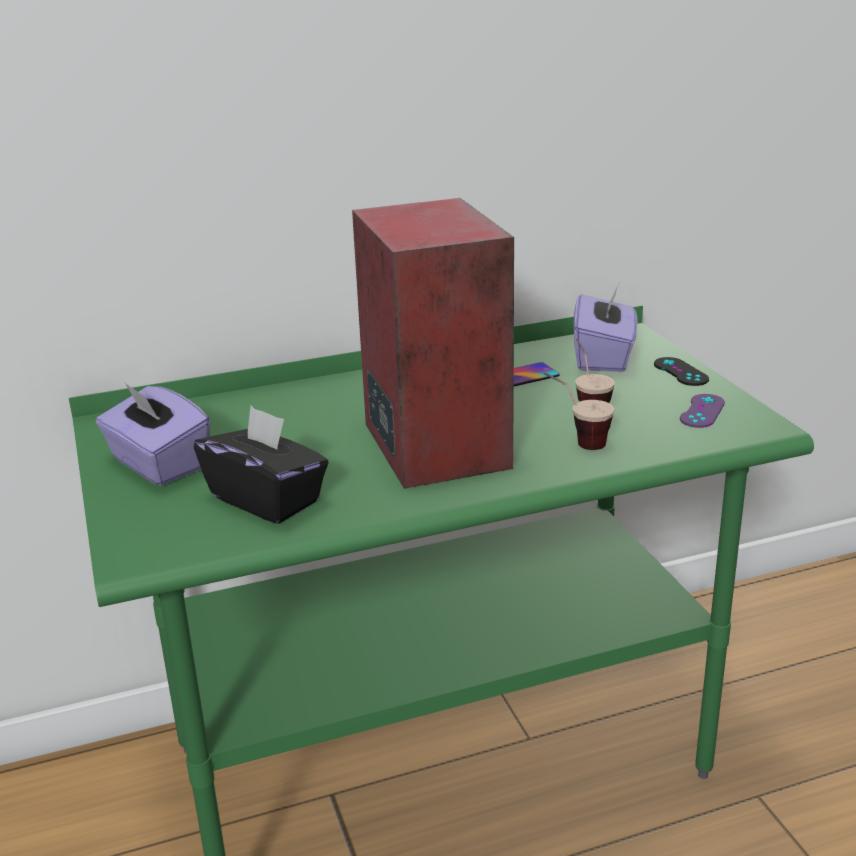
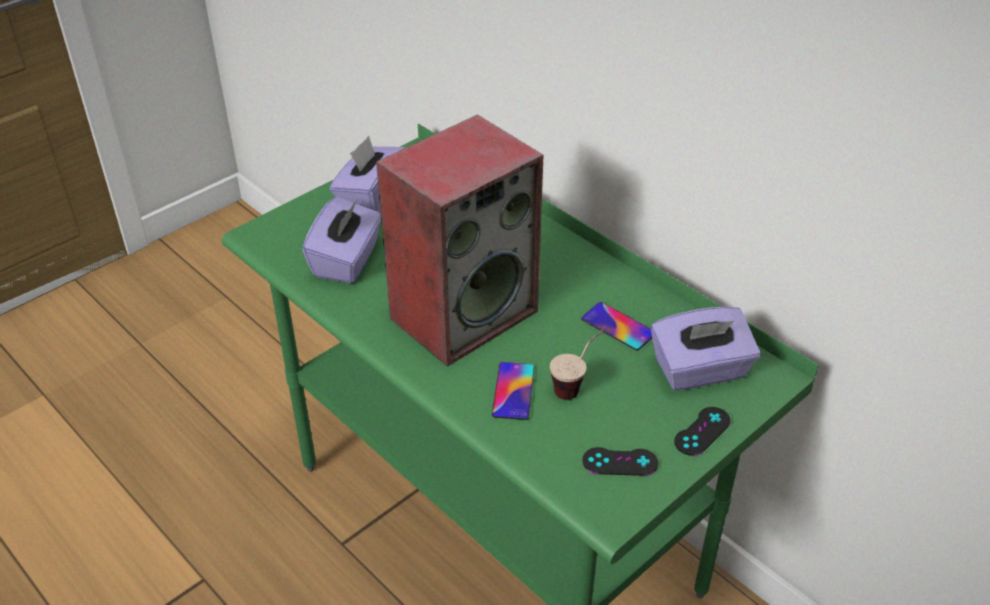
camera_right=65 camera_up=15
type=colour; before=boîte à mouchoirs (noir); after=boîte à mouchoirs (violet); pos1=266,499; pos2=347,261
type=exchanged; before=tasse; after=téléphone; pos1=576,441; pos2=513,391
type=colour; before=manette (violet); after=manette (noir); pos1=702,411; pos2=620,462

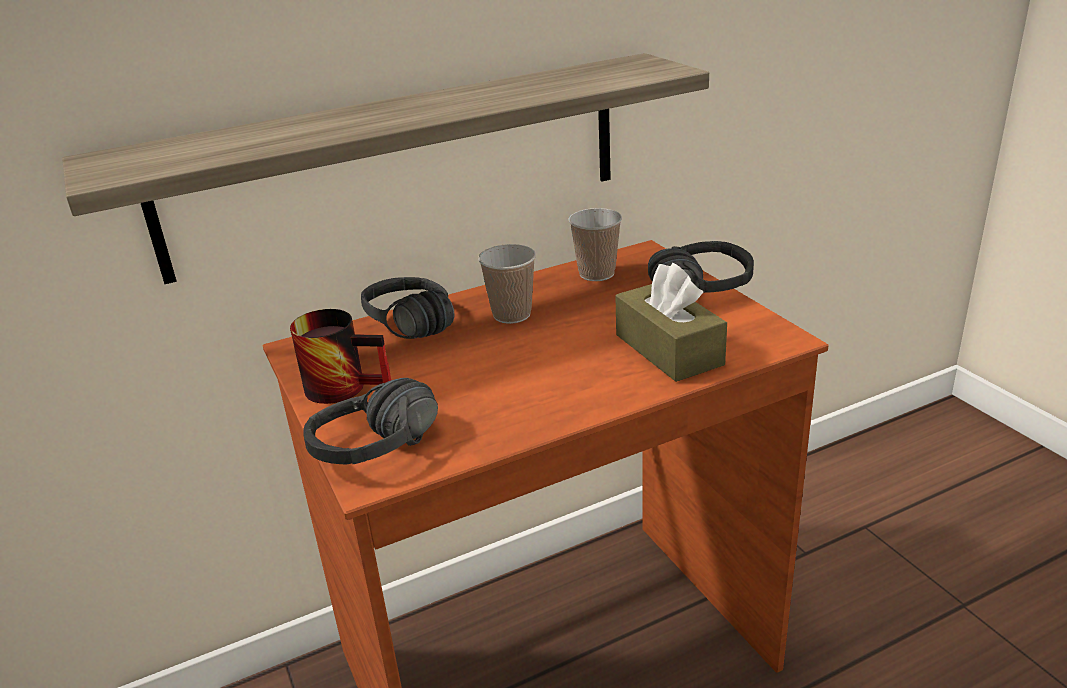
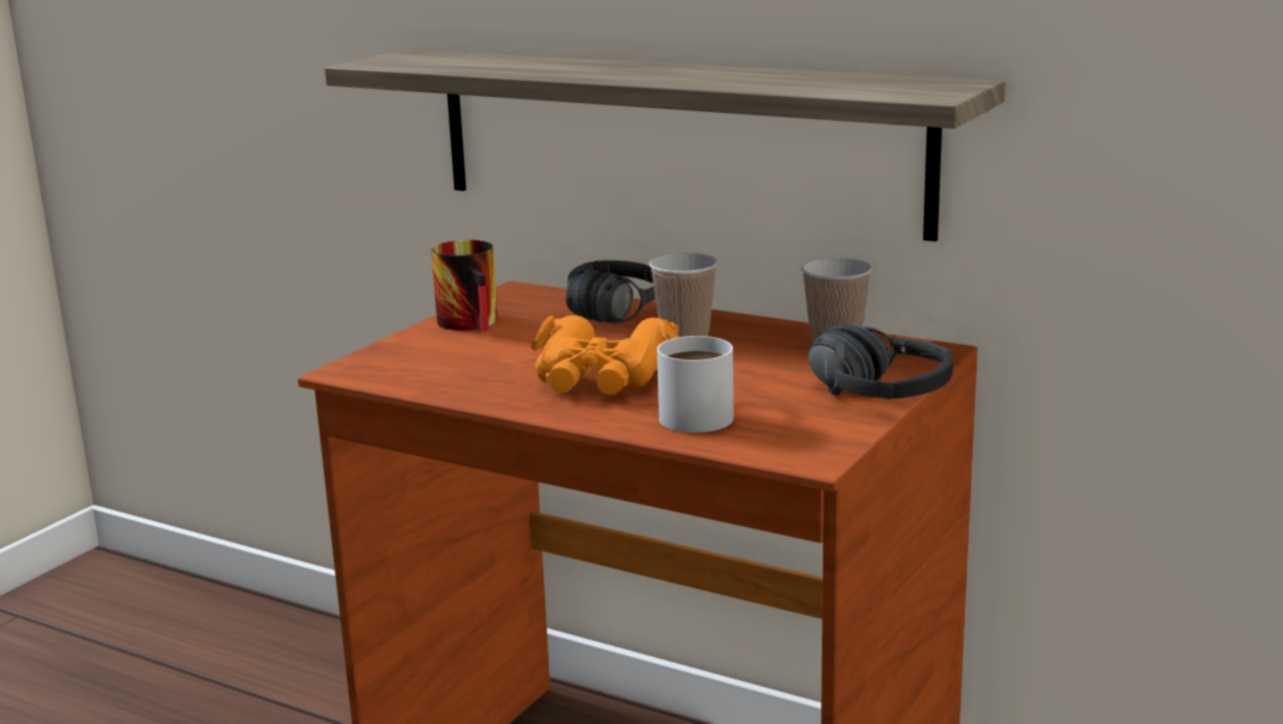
camera_right=55 camera_up=-10
type=missing; before=casque audio (noir); pos1=387,455
type=exchanged; before=boîte à mouchoirs (marron); after=mug (blanc); pos1=668,350; pos2=703,413
type=appeared; after=jumelles (orange); pos2=602,377

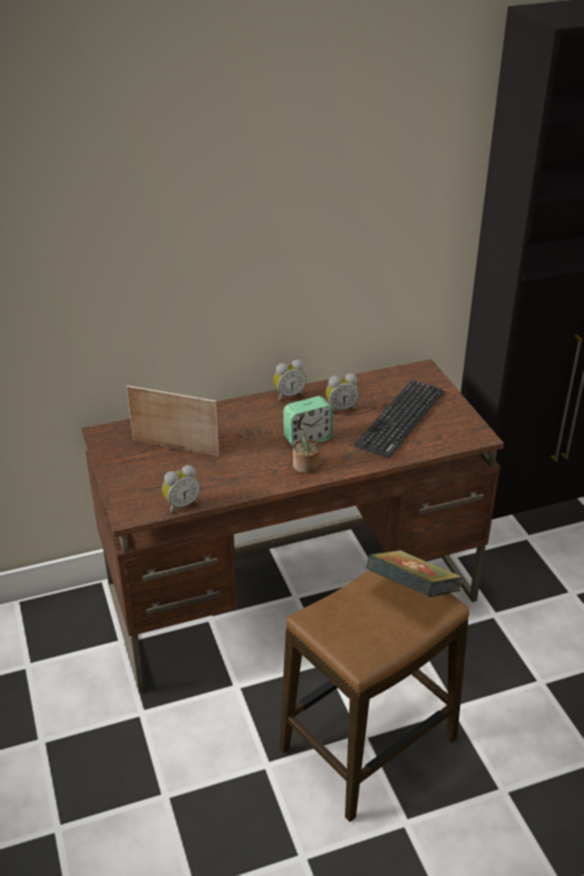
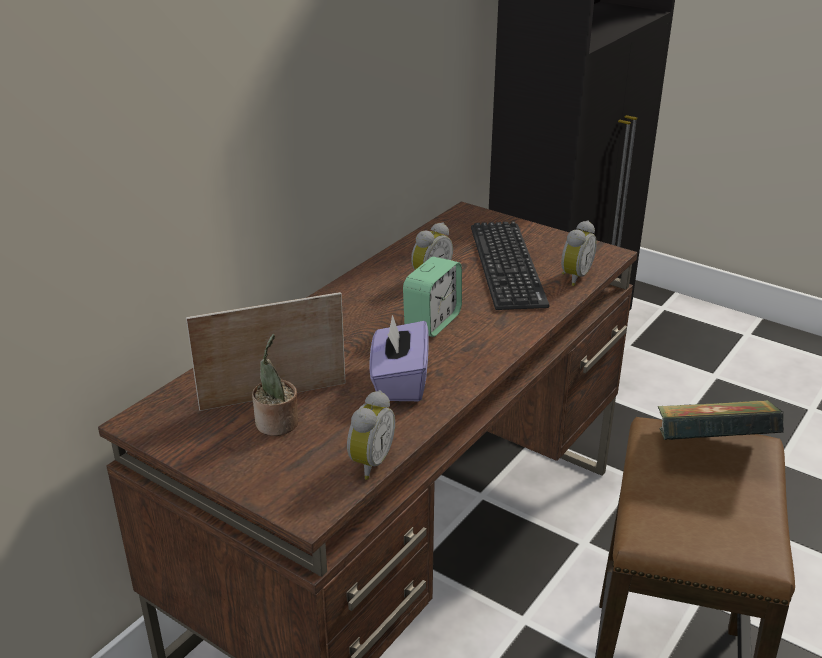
camera_right=-35 camera_up=-5
type=relocated; before=réveil; pos1=289,395; pos2=573,277
type=relocated; before=plante en pot; pos1=305,466; pos2=277,424
type=appeared; after=boîte à mouchoirs (violet); pos2=399,382

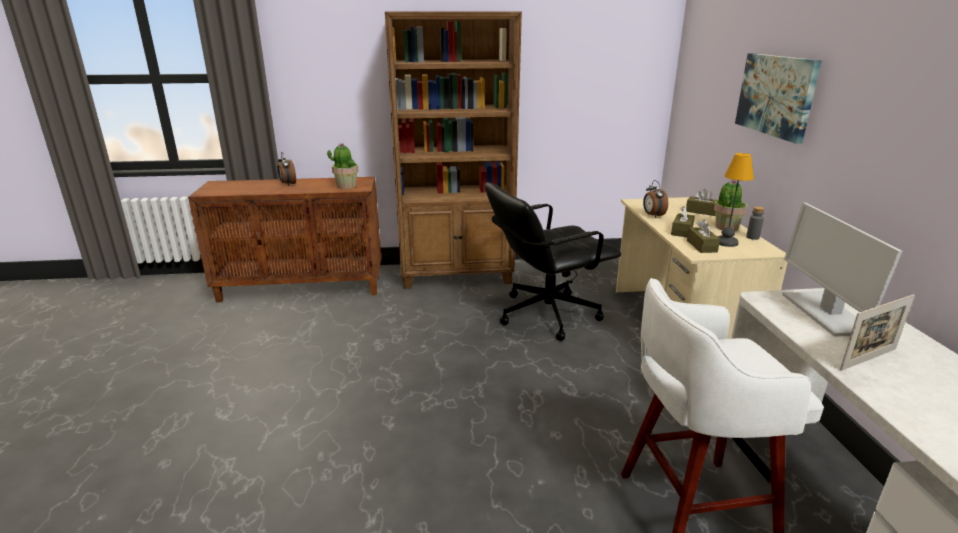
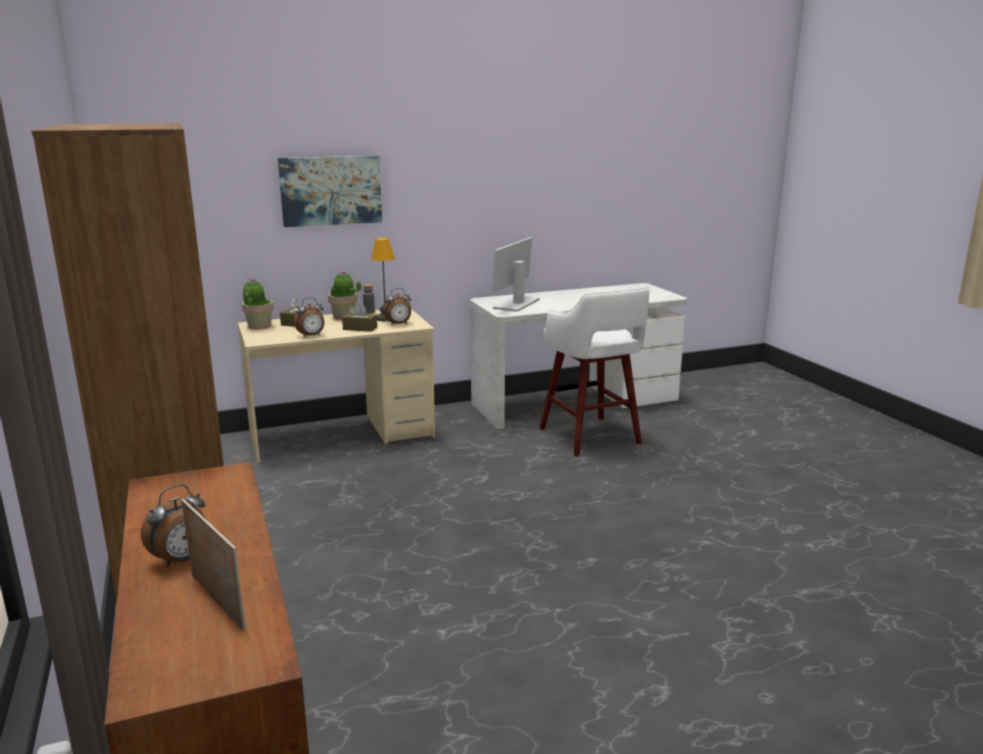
camera_right=-105 camera_up=-5
type=relocated; before=plante en pot; pos1=346,186; pos2=259,326
type=missing; before=chaise de bureau (noir); pos1=546,314
type=exchanged; before=boîte à mouchoirs (marron); after=réveil; pos1=701,246; pos2=398,324
type=spun; before=écran d'ordinateur; pos1=824,313; pos2=516,304; turn=135
type=relocated; before=cadre photo; pos1=868,359; pos2=217,601

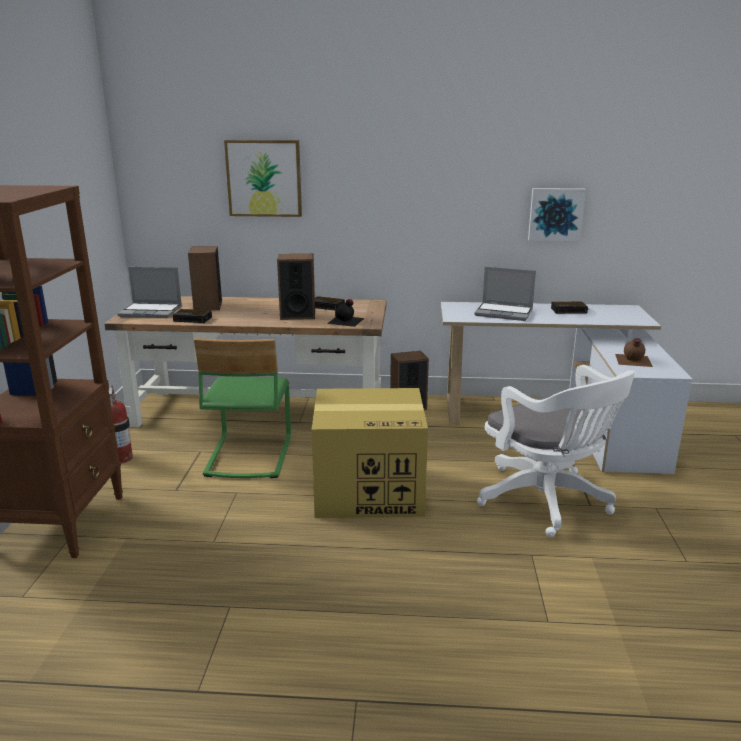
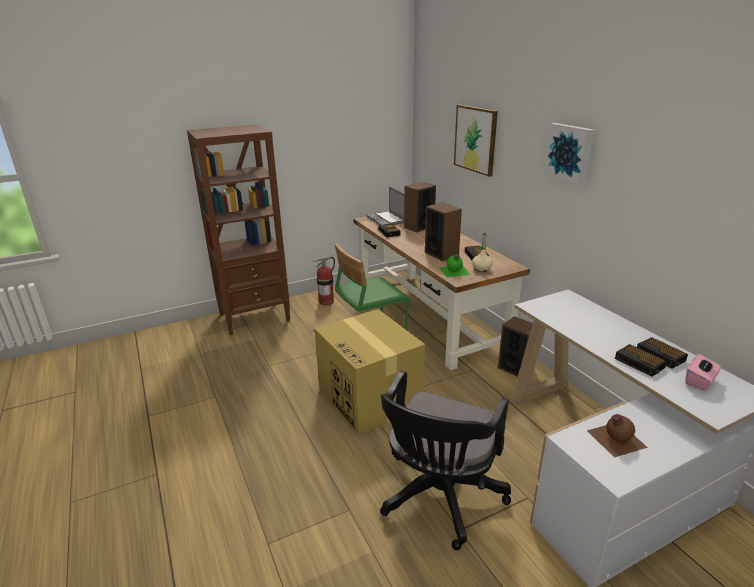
camera_right=60 camera_up=5
type=colour; before=bouteille (noir); after=bouteille (vert); pos1=346,321; pos2=454,271
type=missing; before=ordinateur portable; pos1=504,313
type=colour; before=chaise de bureau (blanc); after=chaise de bureau (noir); pos1=548,502; pos2=439,498
type=relocated; before=tableau; pos1=555,214; pos2=570,153
type=appeared; after=bouteille (beige); pos2=481,268
type=appeared; after=réveil; pos2=640,363
type=appeared; after=boîte à mouchoirs (rose); pos2=700,381

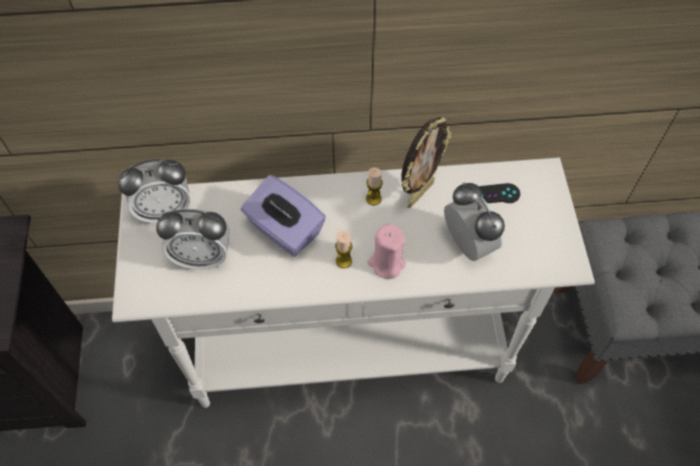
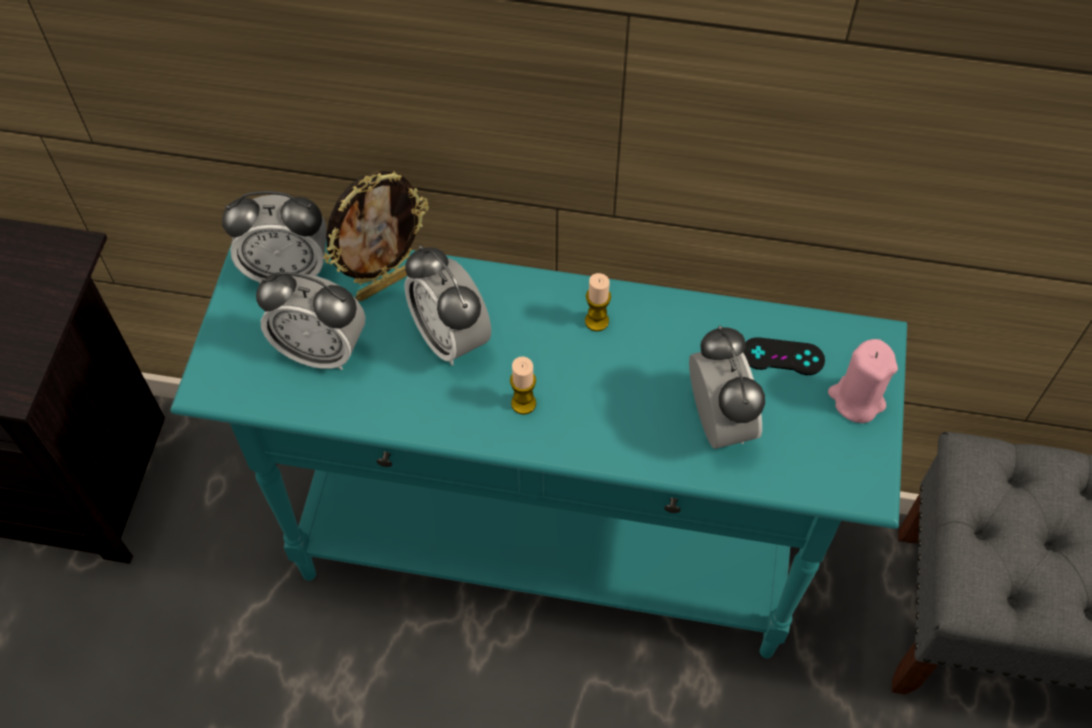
camera_right=15 camera_up=0
type=colour; before=table console (blanc); after=table console (turquoise); pos1=351,349; pos2=548,549
type=exchanged; before=boîte à mouchoirs (violet); after=réveil; pos1=284,230; pos2=450,338
type=relocated; before=bougie (rose); pos1=386,263; pos2=856,399
type=relocated; before=cadre photo; pos1=419,193; pos2=384,283

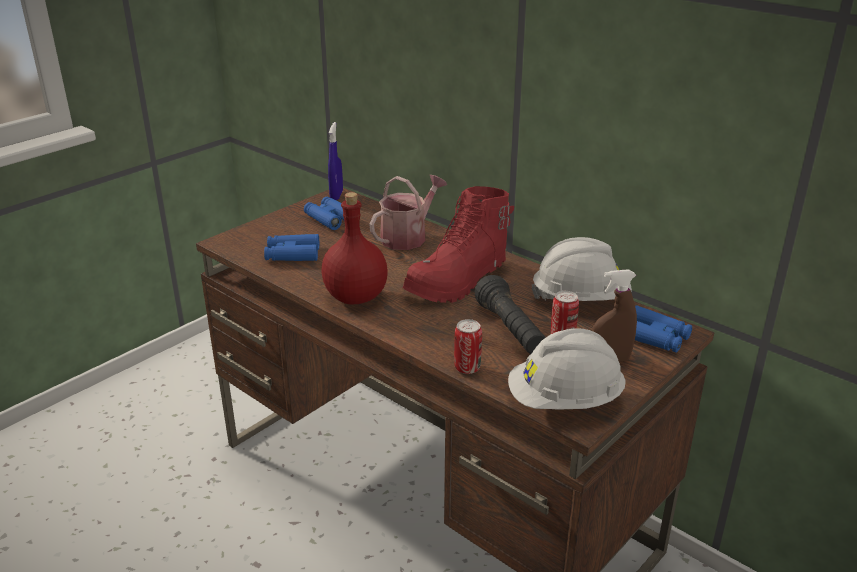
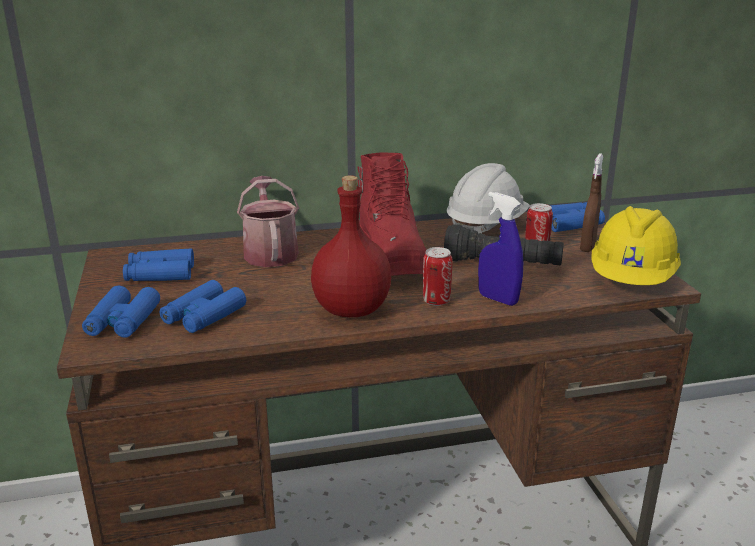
camera_right=-55 camera_up=-5
type=relocated; before=vaporisateur (bleu); pos1=336,195; pos2=498,299
type=relocated; before=boîte métallique; pos1=467,368; pos2=436,301
type=colour; before=casque de chantier (blanc); after=casque de chantier (jaune); pos1=564,401; pos2=632,280
type=appeared; after=jumelles (bleu); pos2=123,321

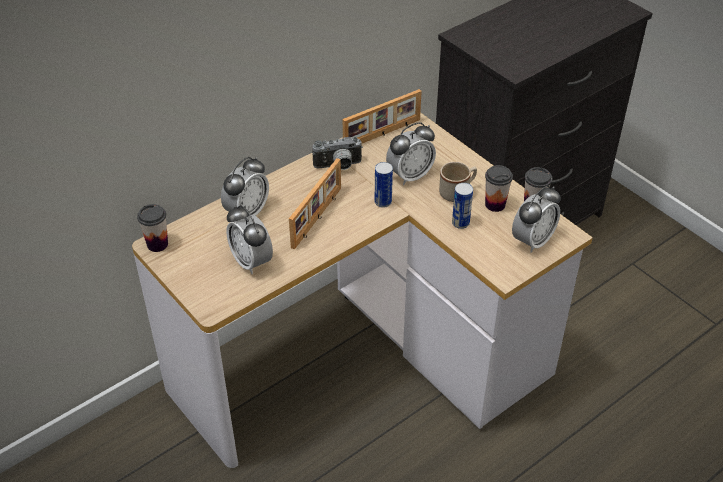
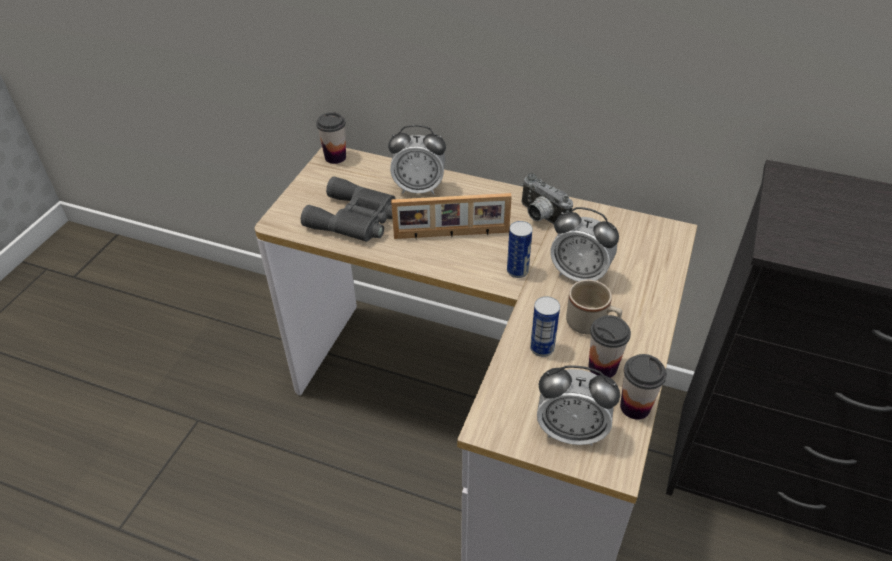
camera_right=60 camera_up=0
type=exchanged; before=réveil; after=jumelles (gris); pos1=251,262; pos2=355,219
type=missing; before=cadre photo; pos1=382,134

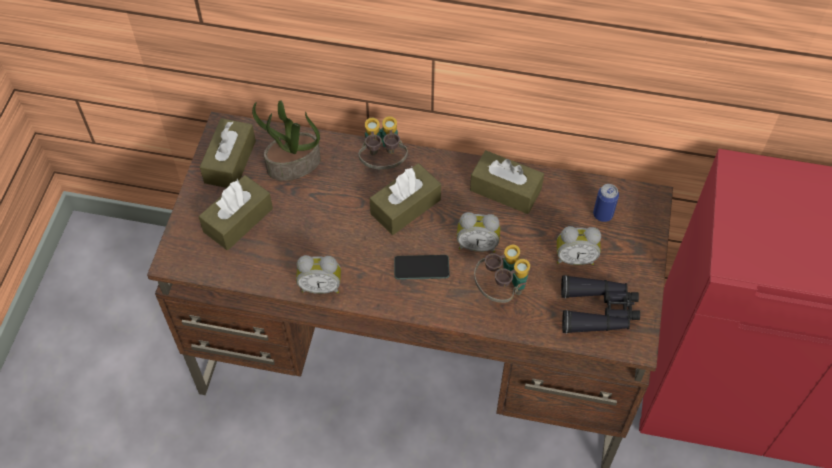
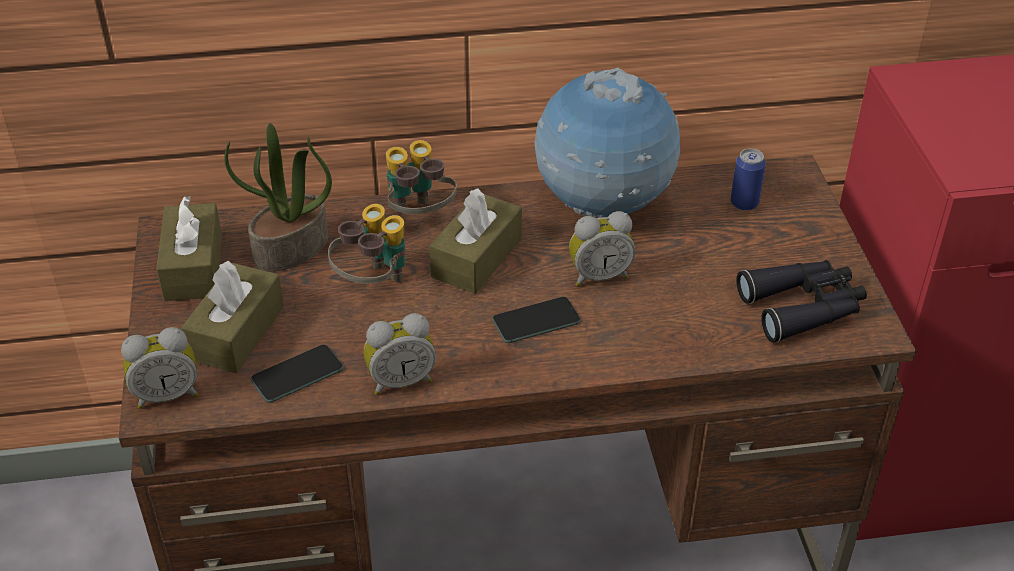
camera_right=-20 camera_up=-15
type=exchanged; before=boîte à mouchoirs (marron); after=globe; pos1=505,190; pos2=603,207
type=relocated; before=jumelles; pos1=501,290; pos2=373,283
type=relocated; before=réveil; pos1=575,258; pos2=167,394
type=appeared; after=téléphone; pos2=297,374

